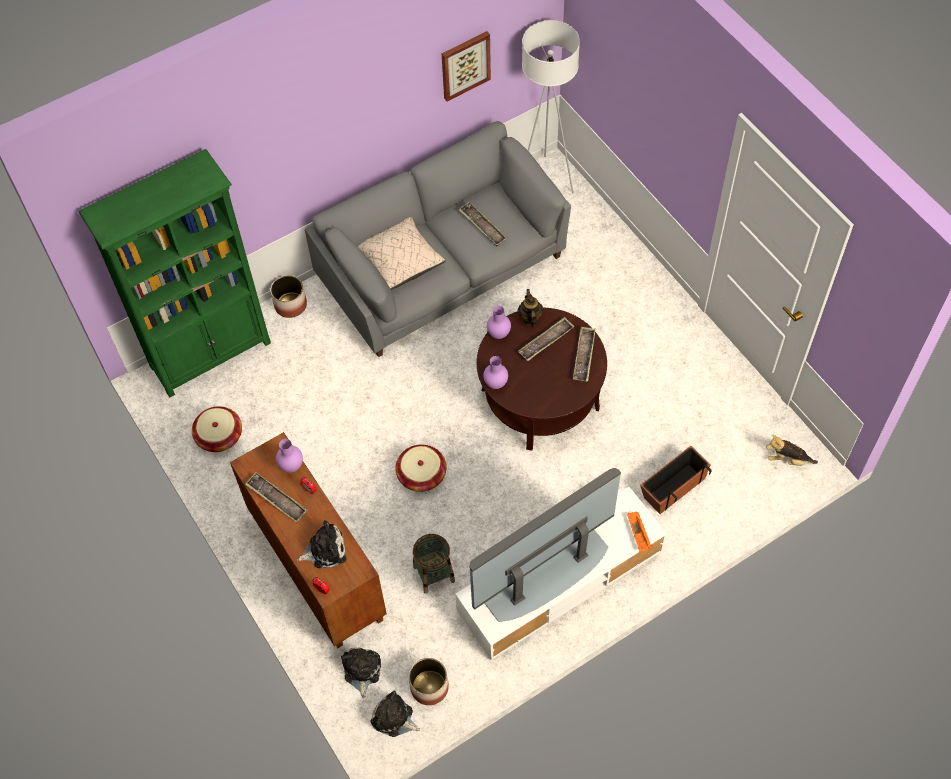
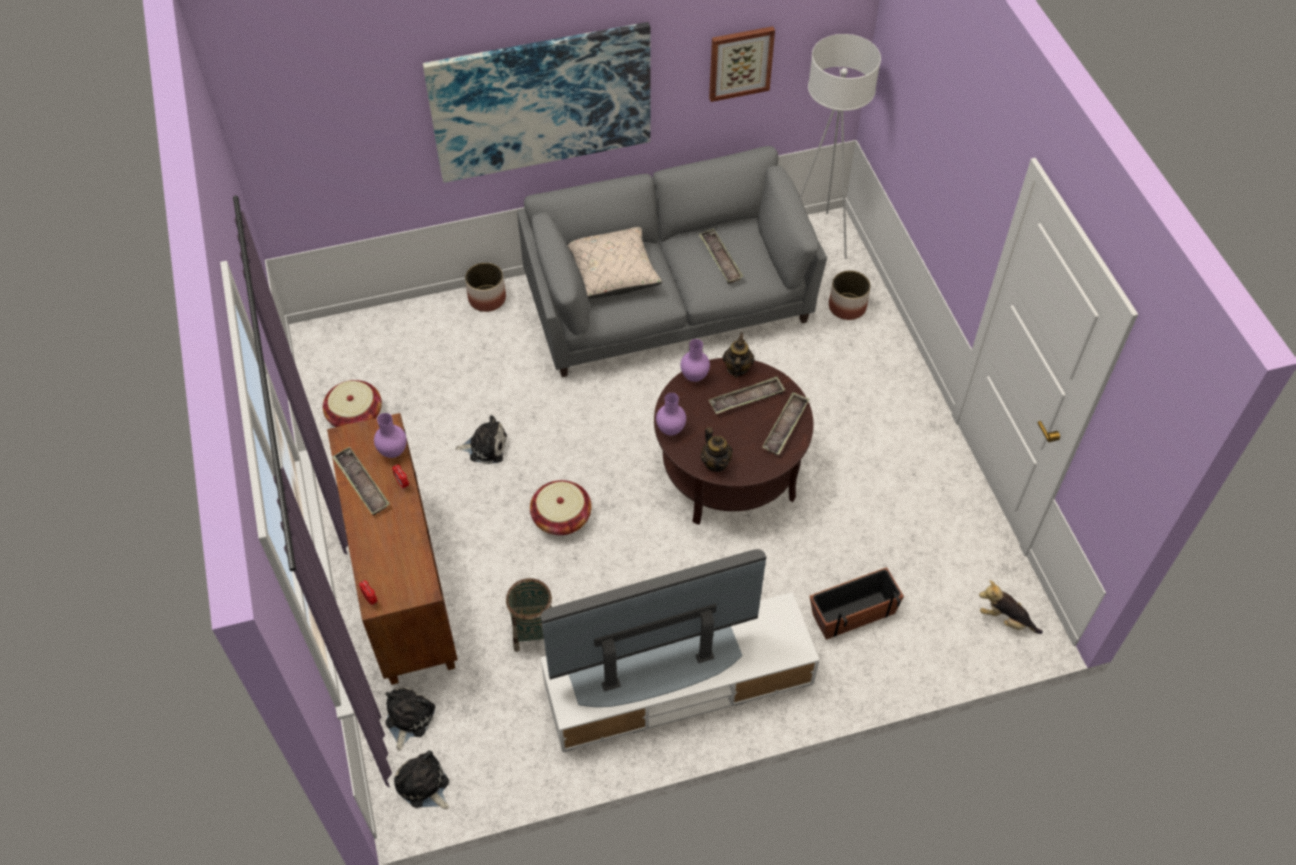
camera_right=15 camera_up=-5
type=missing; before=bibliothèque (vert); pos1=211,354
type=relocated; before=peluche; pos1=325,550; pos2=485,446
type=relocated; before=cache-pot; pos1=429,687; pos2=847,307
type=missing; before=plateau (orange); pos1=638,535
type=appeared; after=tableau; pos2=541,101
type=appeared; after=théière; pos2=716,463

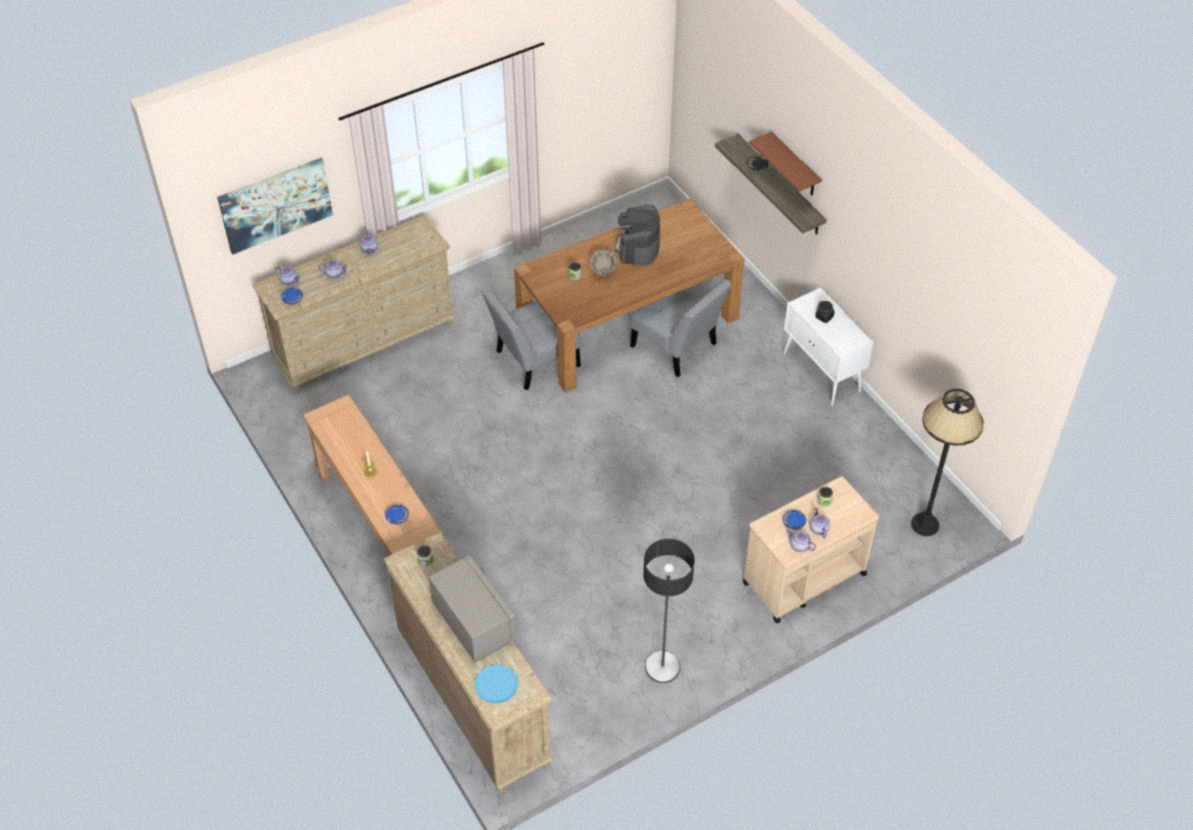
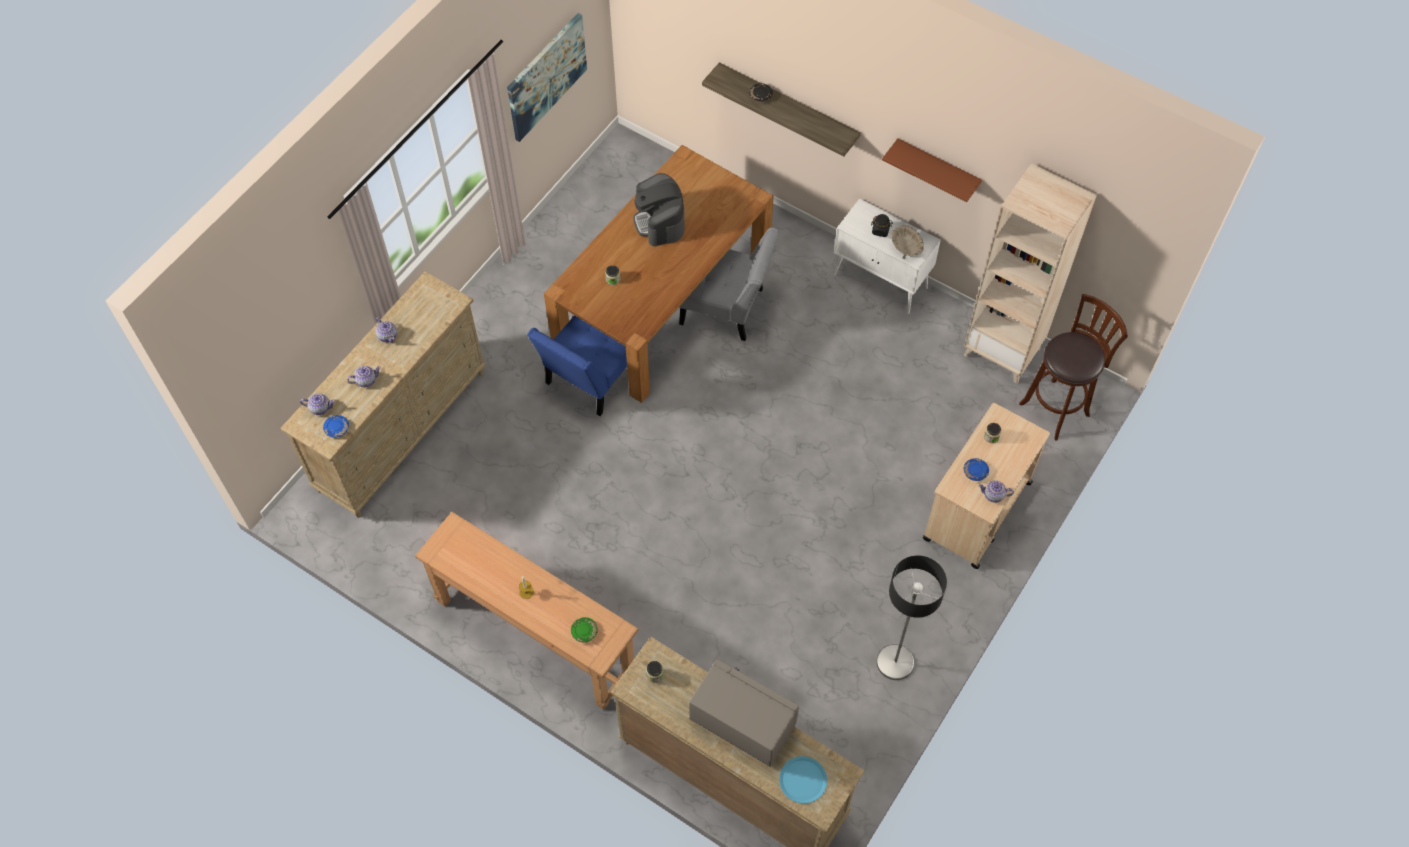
camera_right=-25 camera_up=10
type=relocated; before=tableau; pos1=275,205; pos2=546,76
type=colour; before=assiette (bleu); after=assiette (vert); pos1=397,517; pos2=584,632
type=colour; before=chaise (gris); after=chaise (bleu); pos1=533,360; pos2=589,379
type=relocated; before=bol (beige); pos1=603,270; pos2=906,249
type=relocated; before=étagère (marron); pos1=794,166; pos2=937,169
type=missing; before=théière; pos1=818,529
type=exchanged; before=lampadaire (noir); after=tabouret (marron); pos1=924,525; pos2=1057,407
type=appeared; after=bibliothèque (beige); pos2=1002,352

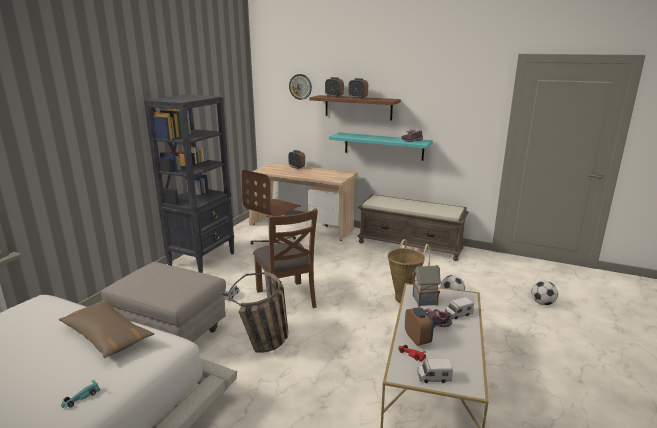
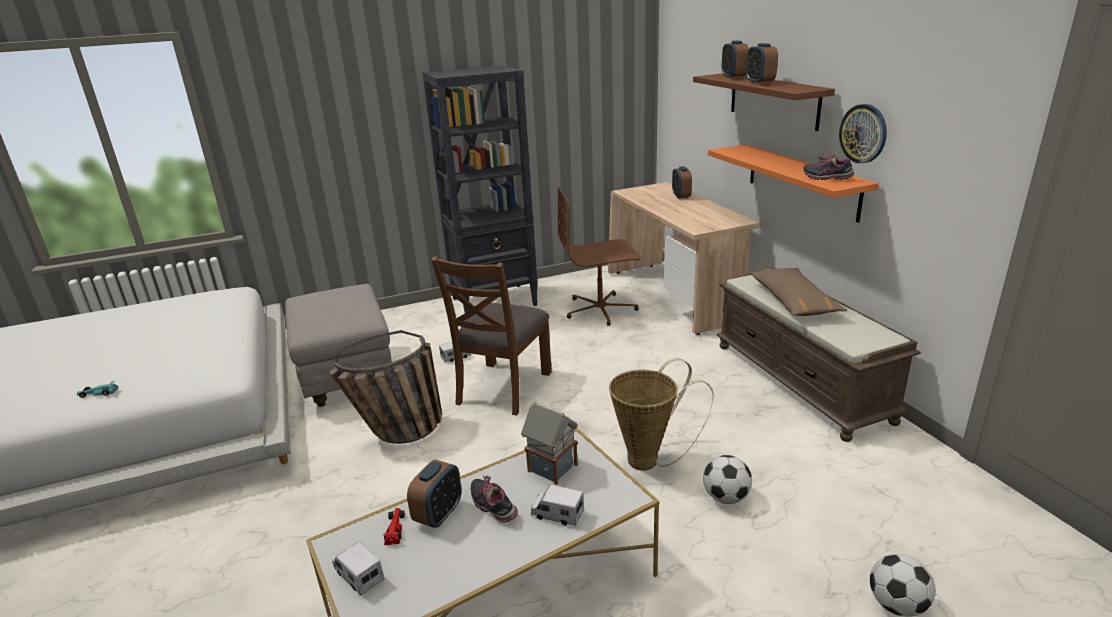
camera_right=45 camera_up=5
type=relocated; before=coussin (marron); pos1=107,336; pos2=793,301
type=relocated; before=horloge murale; pos1=300,86; pos2=863,133
type=colour; before=étagère (turquoise); after=étagère (orange); pos1=383,146; pos2=802,181

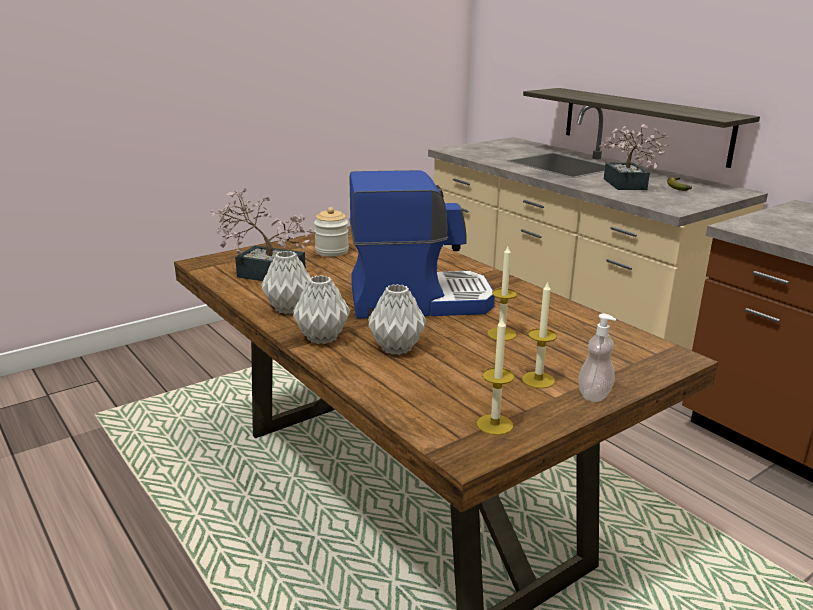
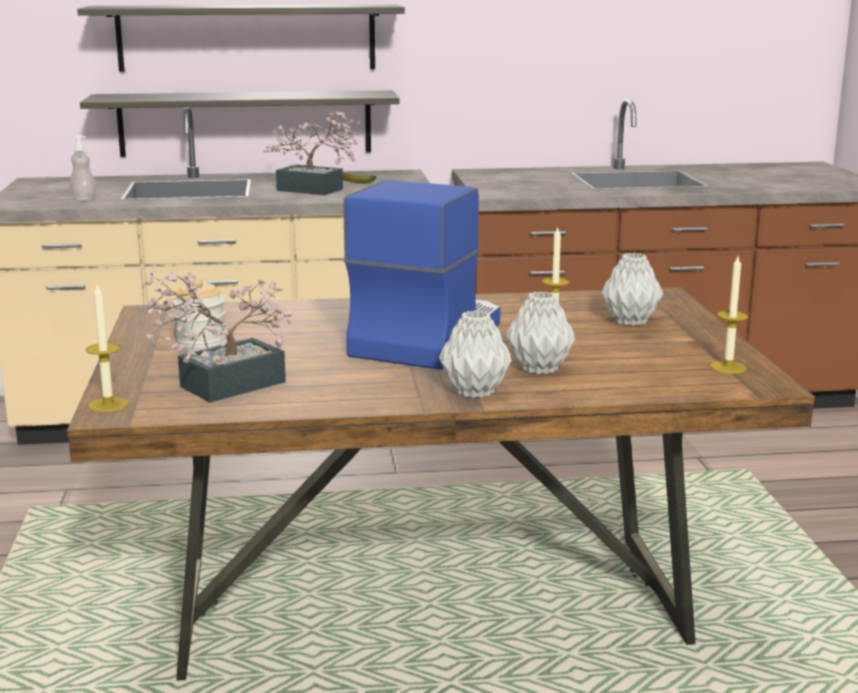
camera_right=-60 camera_up=-5
type=relocated; before=vase (gris); pos1=289,309; pos2=631,321
type=relocated; before=bougie; pos1=538,380; pos2=108,404
type=relocated; before=distributeur de savon; pos1=594,394; pos2=84,199
type=appeared; after=étagère; pos2=247,37

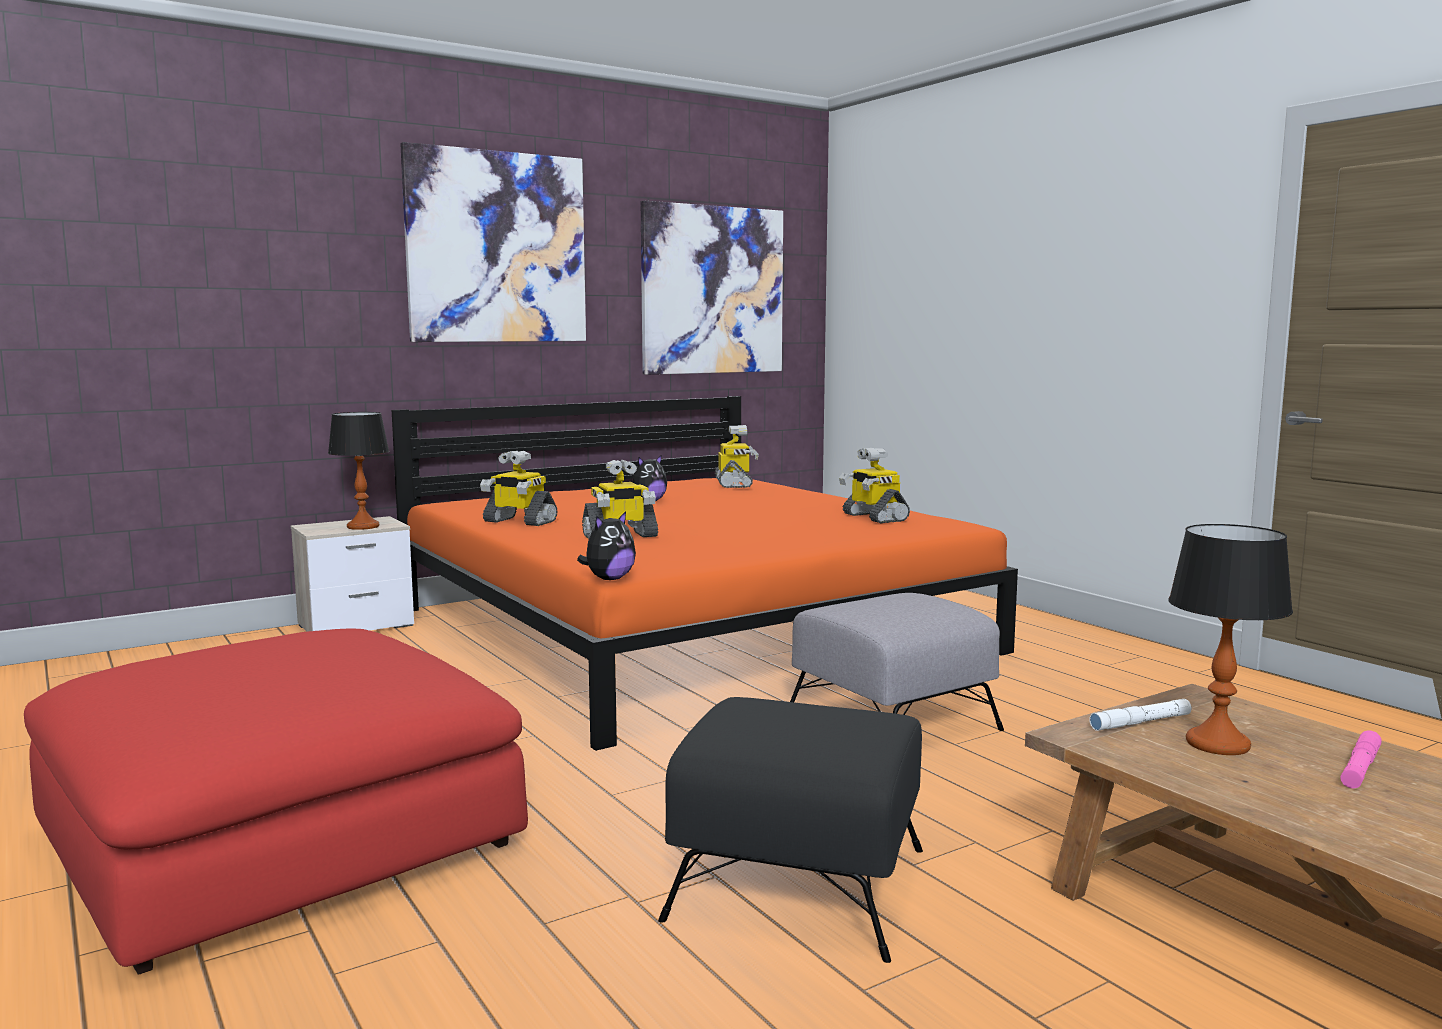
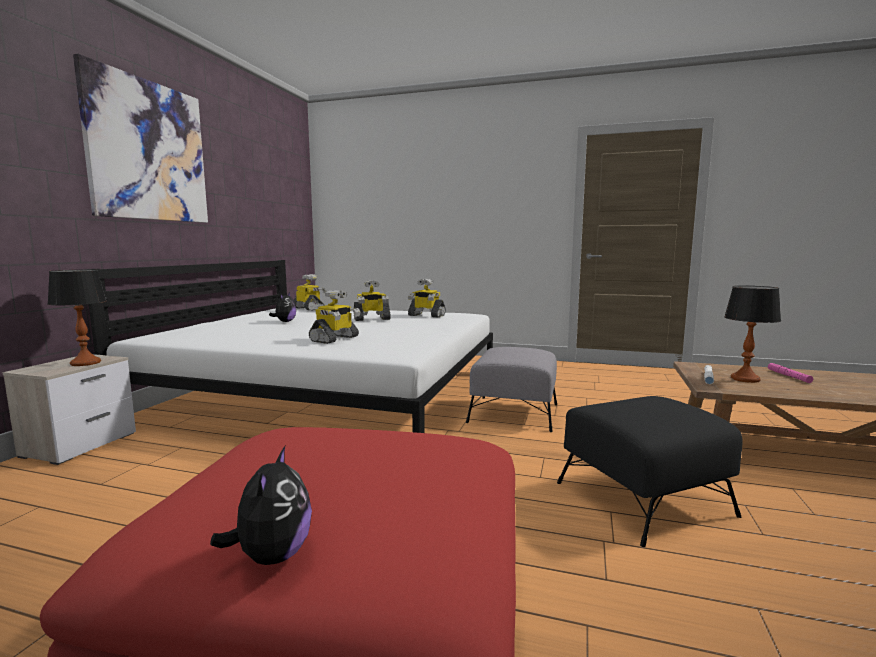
camera_right=-40 camera_up=0
type=colour; before=lit (orange); after=lit (blanc); pos1=687,630; pos2=331,394
type=relocated; before=robot jouet; pos1=519,521; pos2=371,319
type=relocated; before=peluche; pos1=609,579; pos2=272,556
type=missing; before=tableau; pos1=712,290

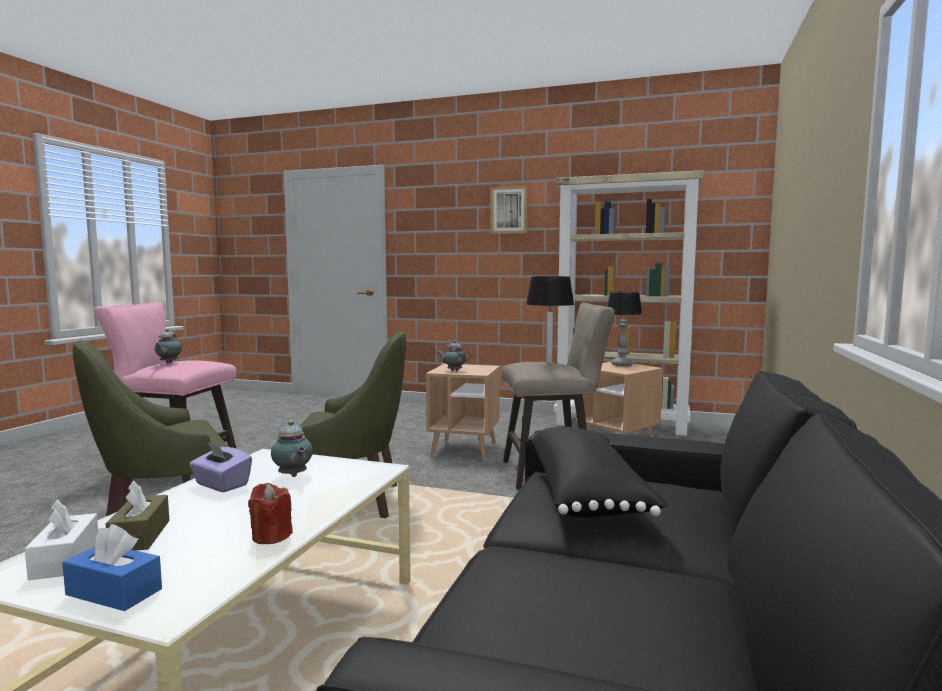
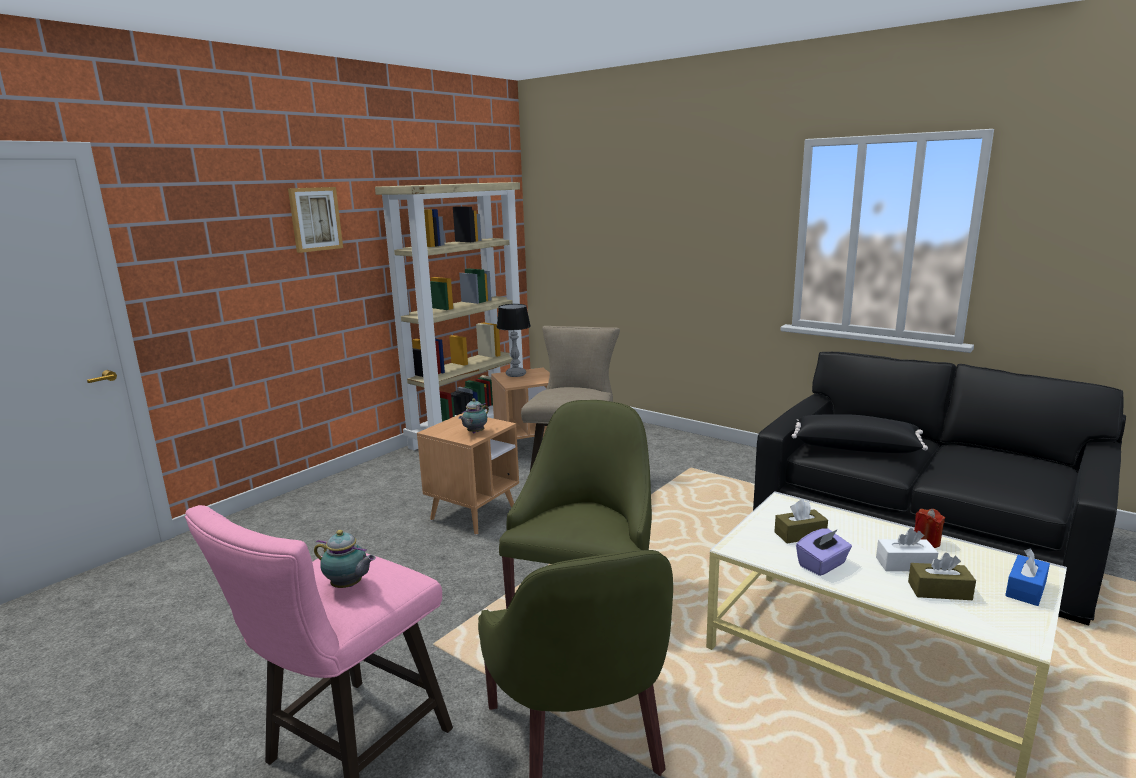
camera_right=-70 camera_up=10
type=relocated; before=boîte à mouchoirs (blanc); pos1=65,559; pos2=905,564
type=exchanged; before=théière; after=boîte à mouchoirs (marron); pos1=293,476; pos2=800,534
type=missing; before=lampe de table (noir); pos1=548,363

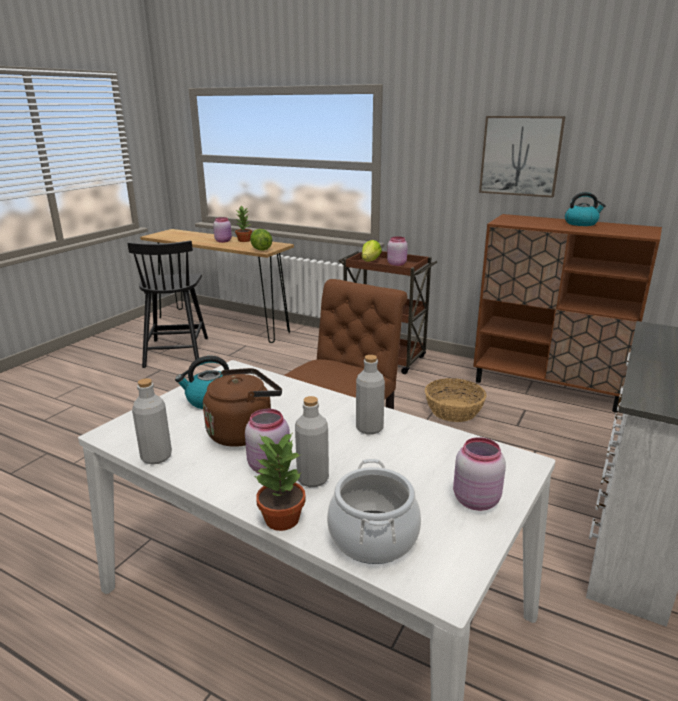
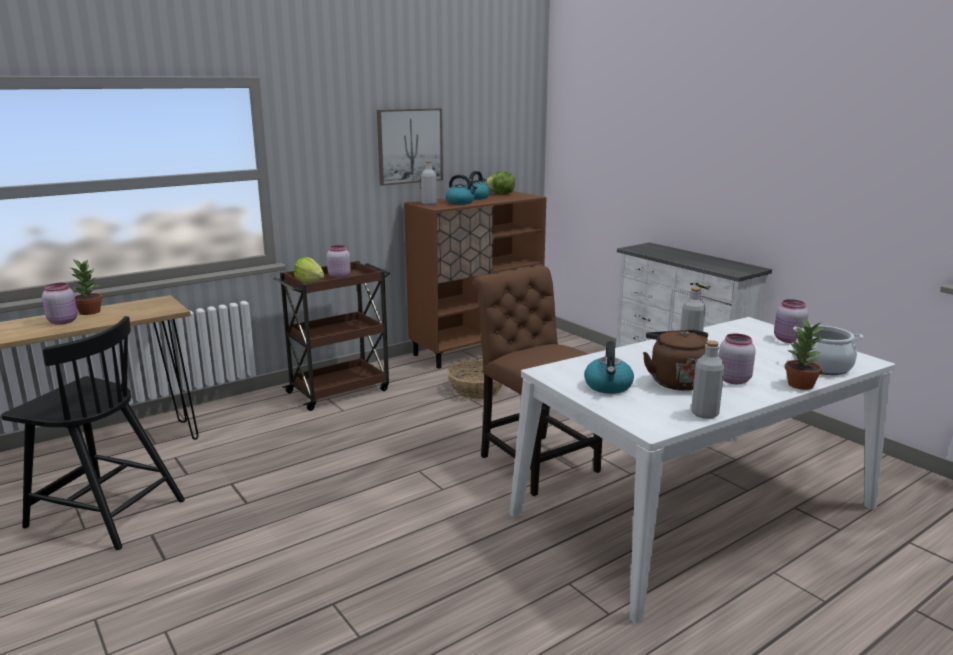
camera_right=-65 camera_up=-5
type=relocated; before=laitue; pos1=261,249; pos2=501,194
type=relocated; before=bouteille (gris); pos1=312,479; pos2=429,204
type=appeared; after=bouilloire; pos2=460,202

